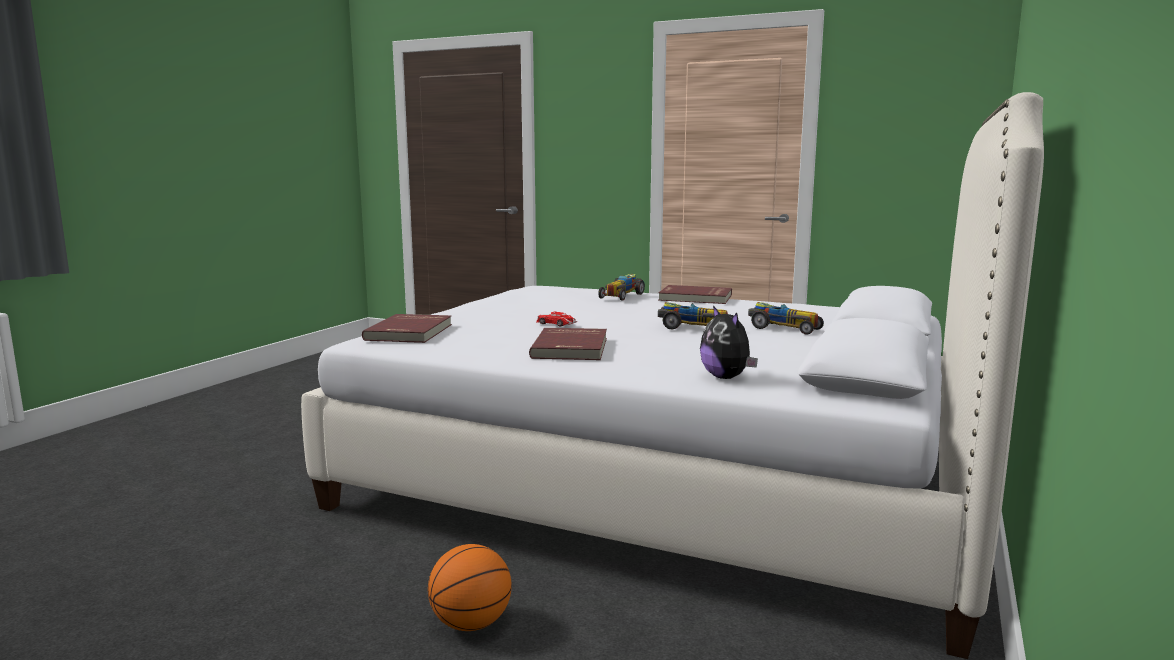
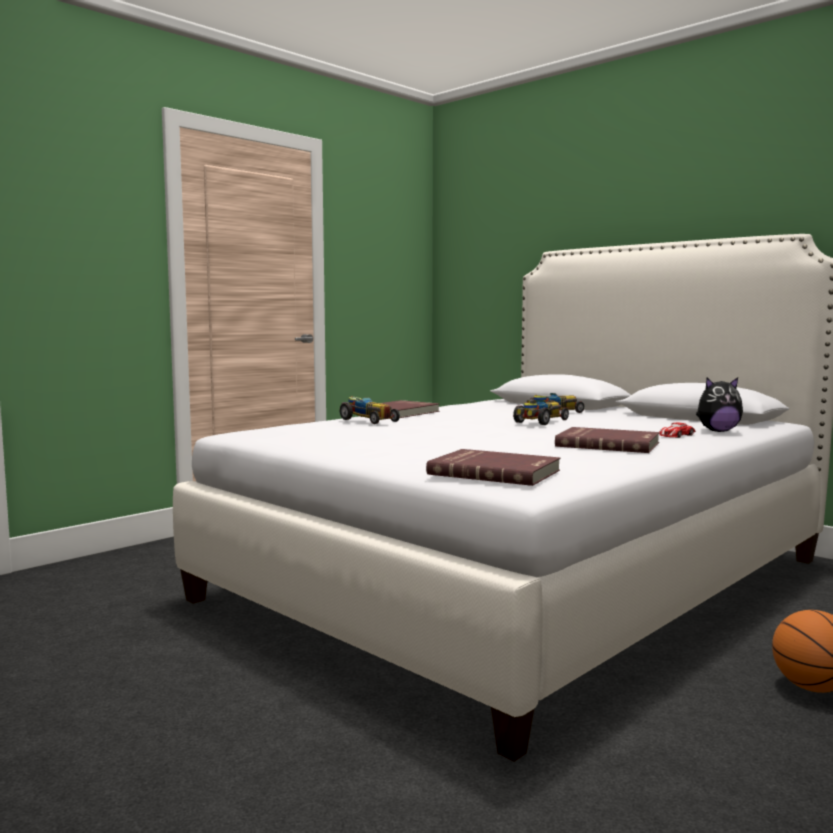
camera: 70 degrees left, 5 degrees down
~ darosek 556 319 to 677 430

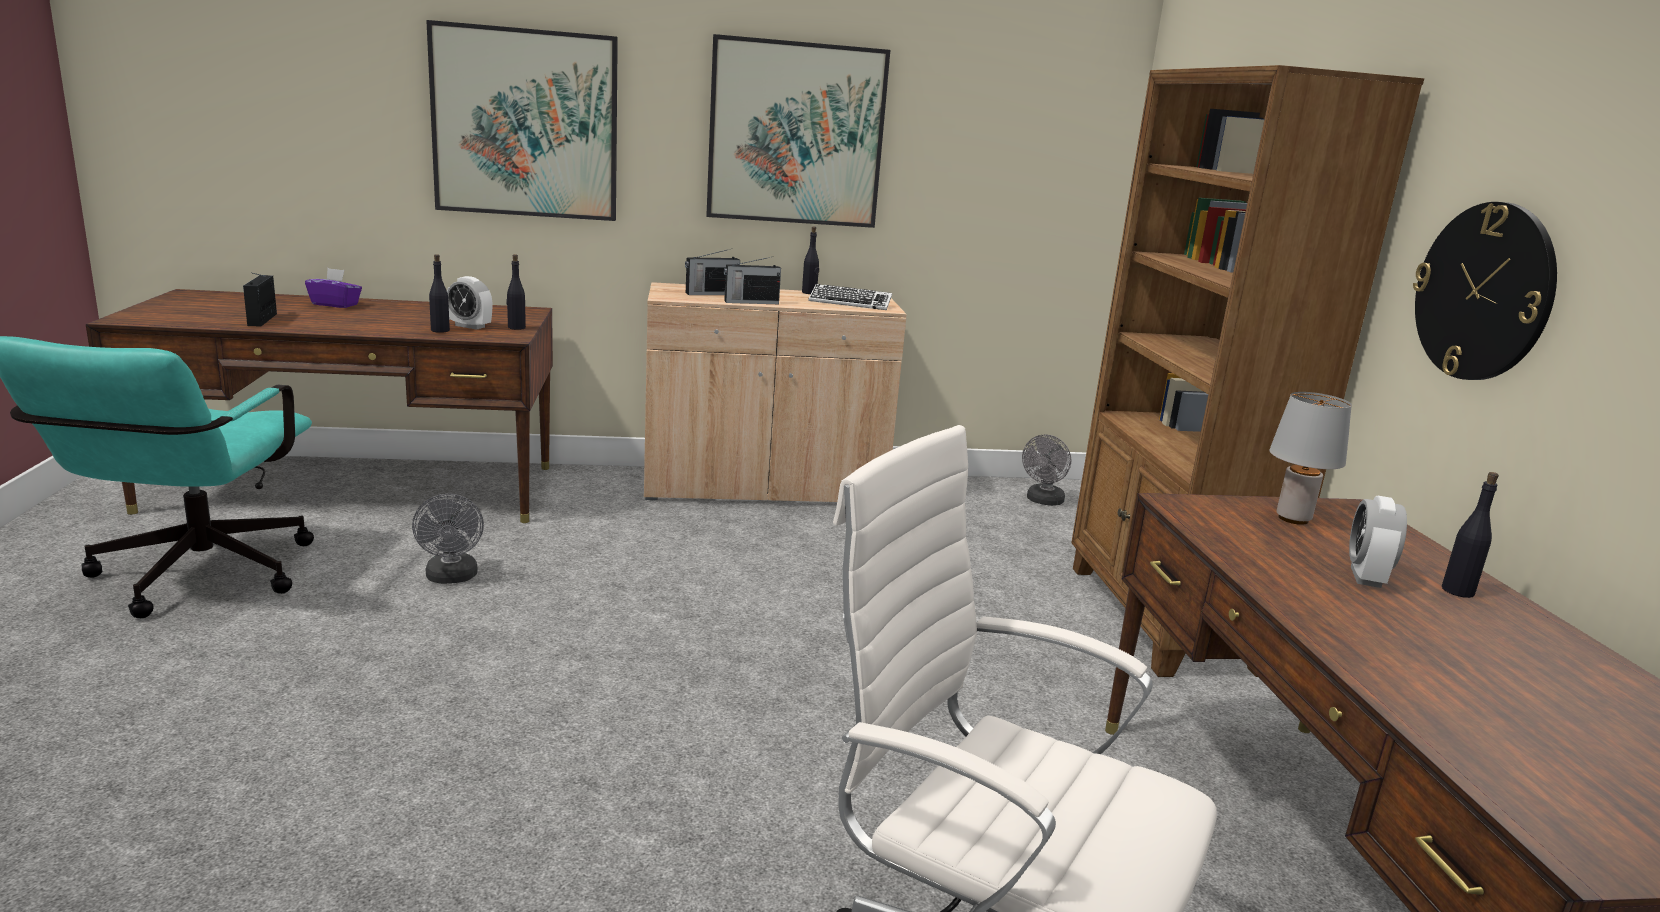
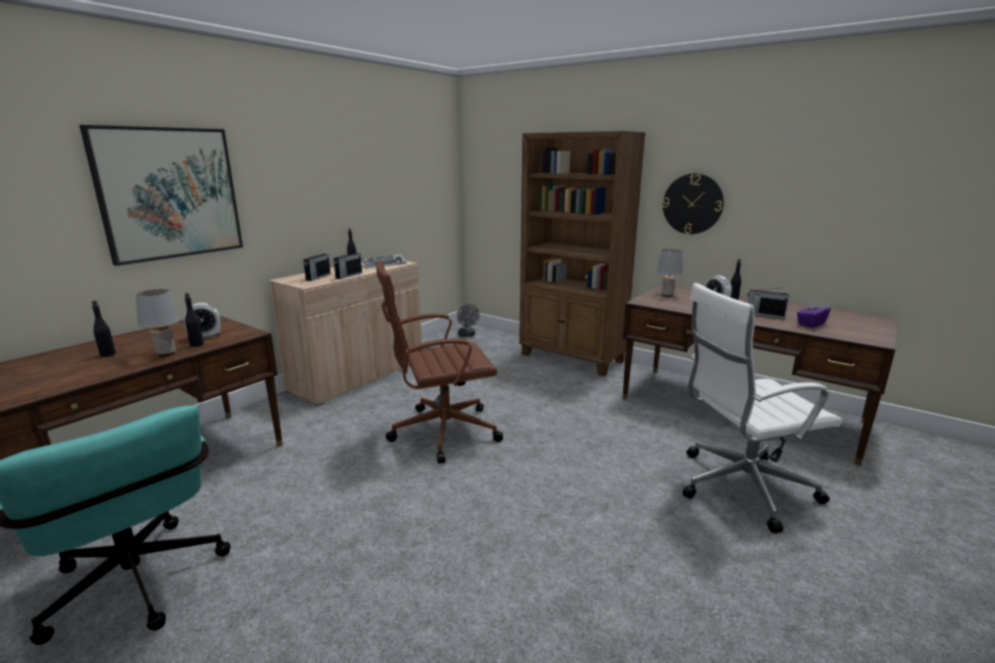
camera: 45 degrees left, 0 degrees up
~ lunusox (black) 516 292 to 104 329
+ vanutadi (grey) 158 322
+ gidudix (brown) 439 362
~ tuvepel 260 299 to 768 303
~ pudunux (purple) 333 288 to 814 314
- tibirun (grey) 448 539
- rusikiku 798 131

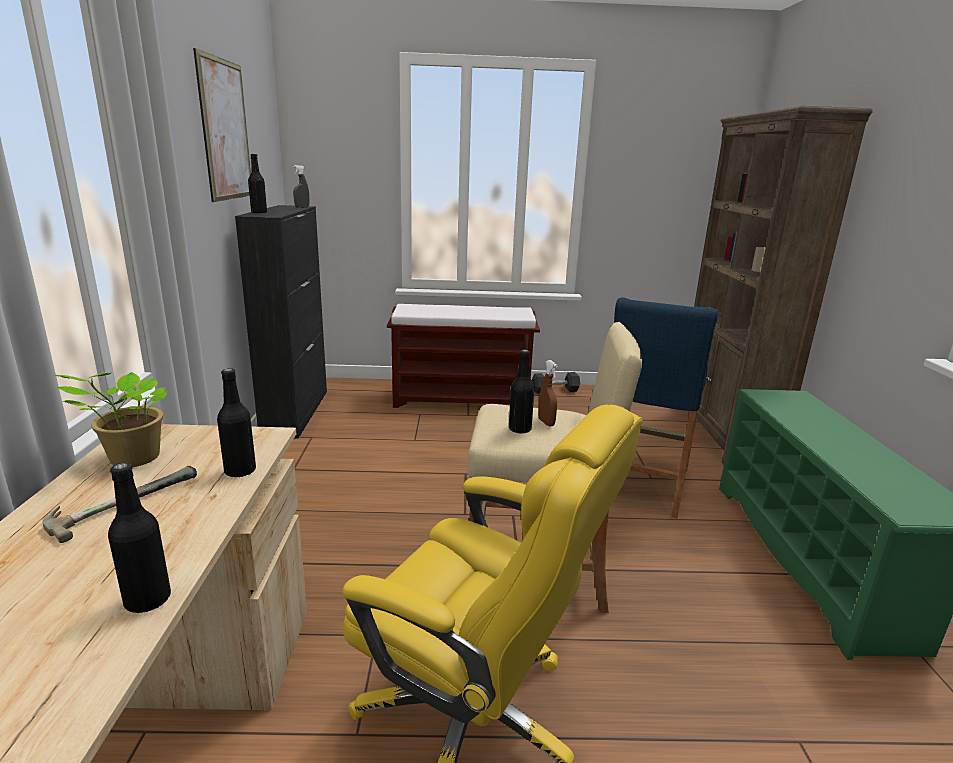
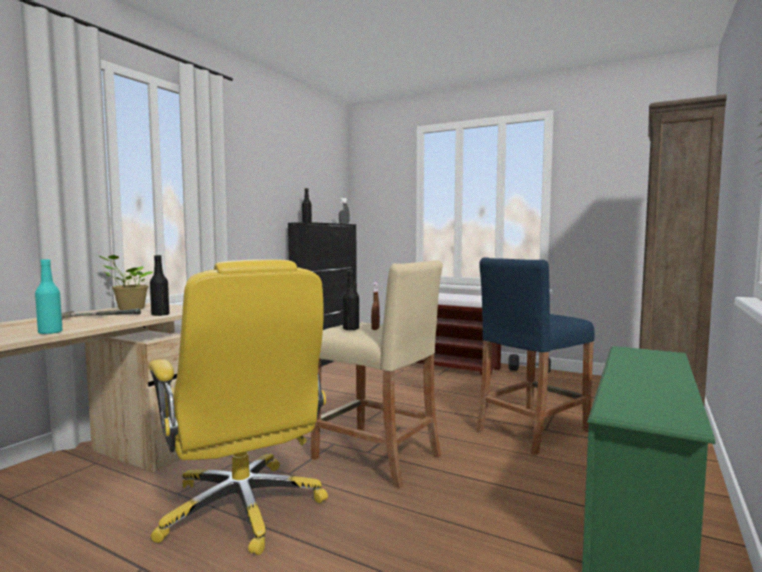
camera: 30 degrees right, 15 degrees down
~ lunusox (black) 139 538 to lunusox (turquoise) 49 296
- rusikiku 222 125

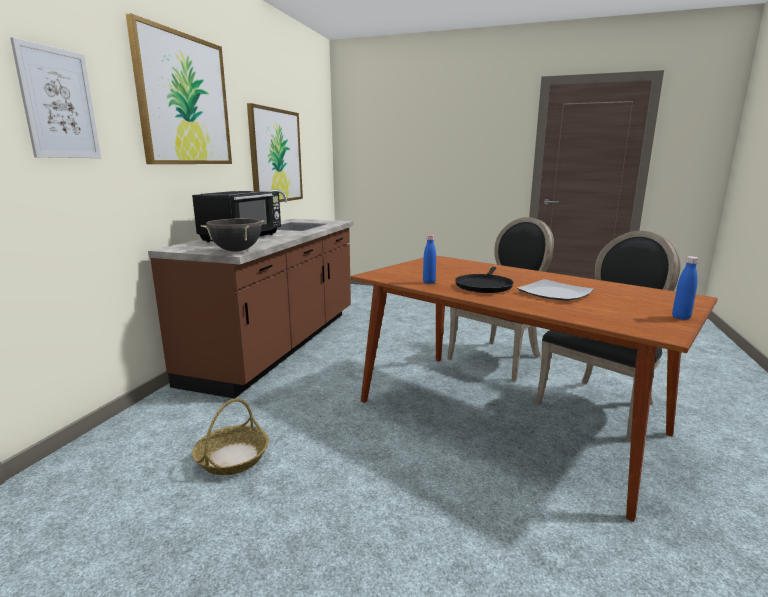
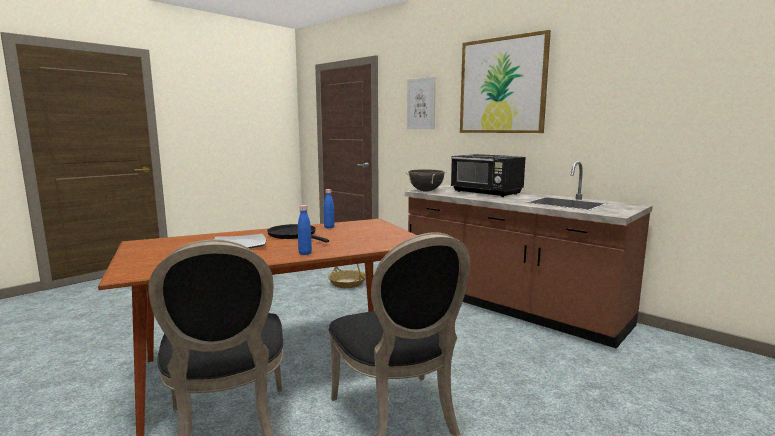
camera: 115 degrees right, 5 degrees down
~ lunusox (blue) 685 288 to 305 230
- rusikiku 275 152

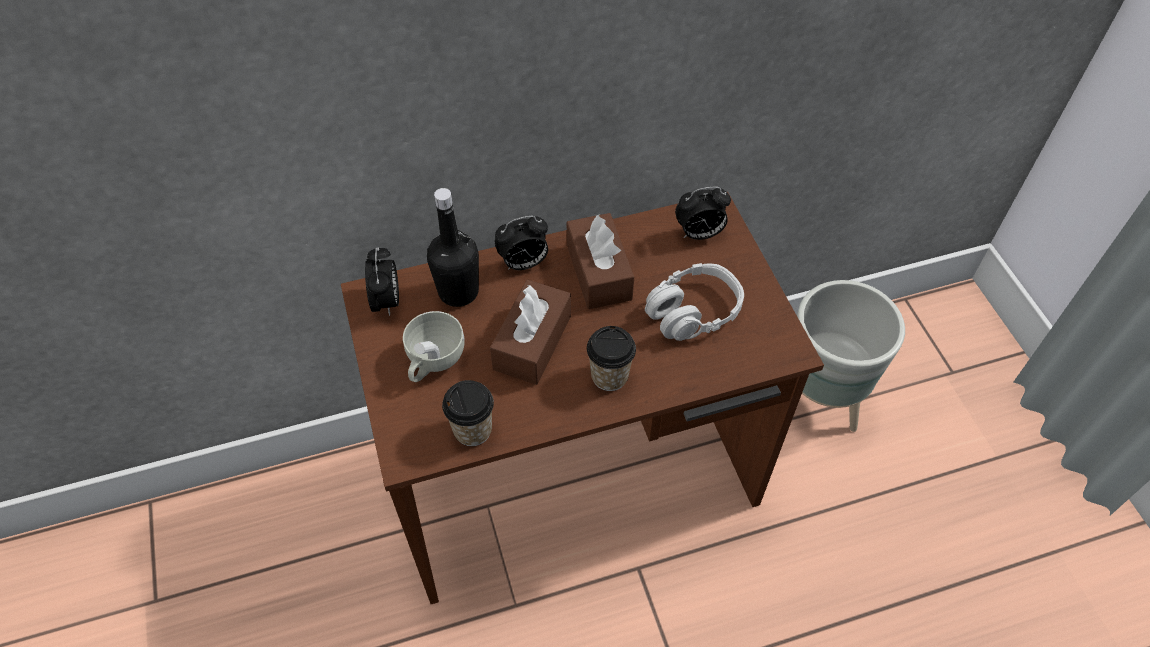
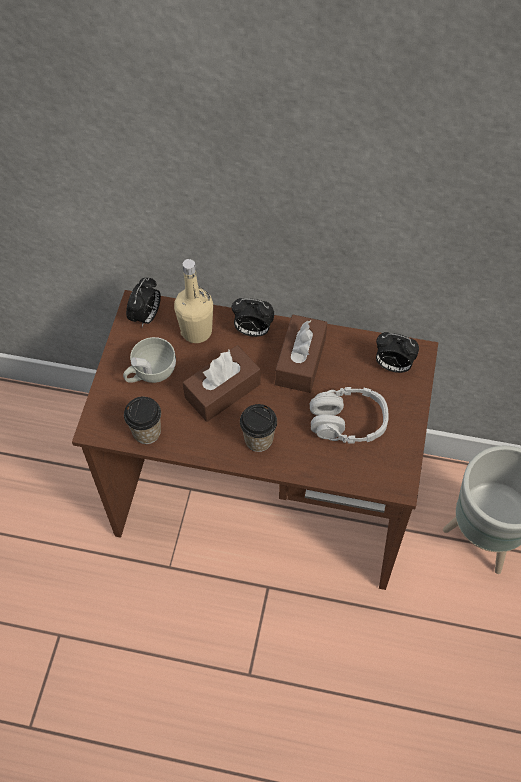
camera: 30 degrees right, 5 degrees up
~ lunusox (black) 453 247 to lunusox (beige) 193 301

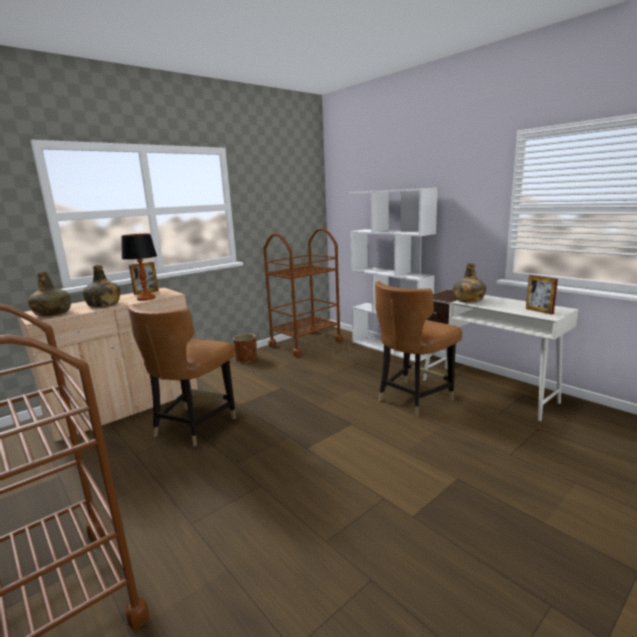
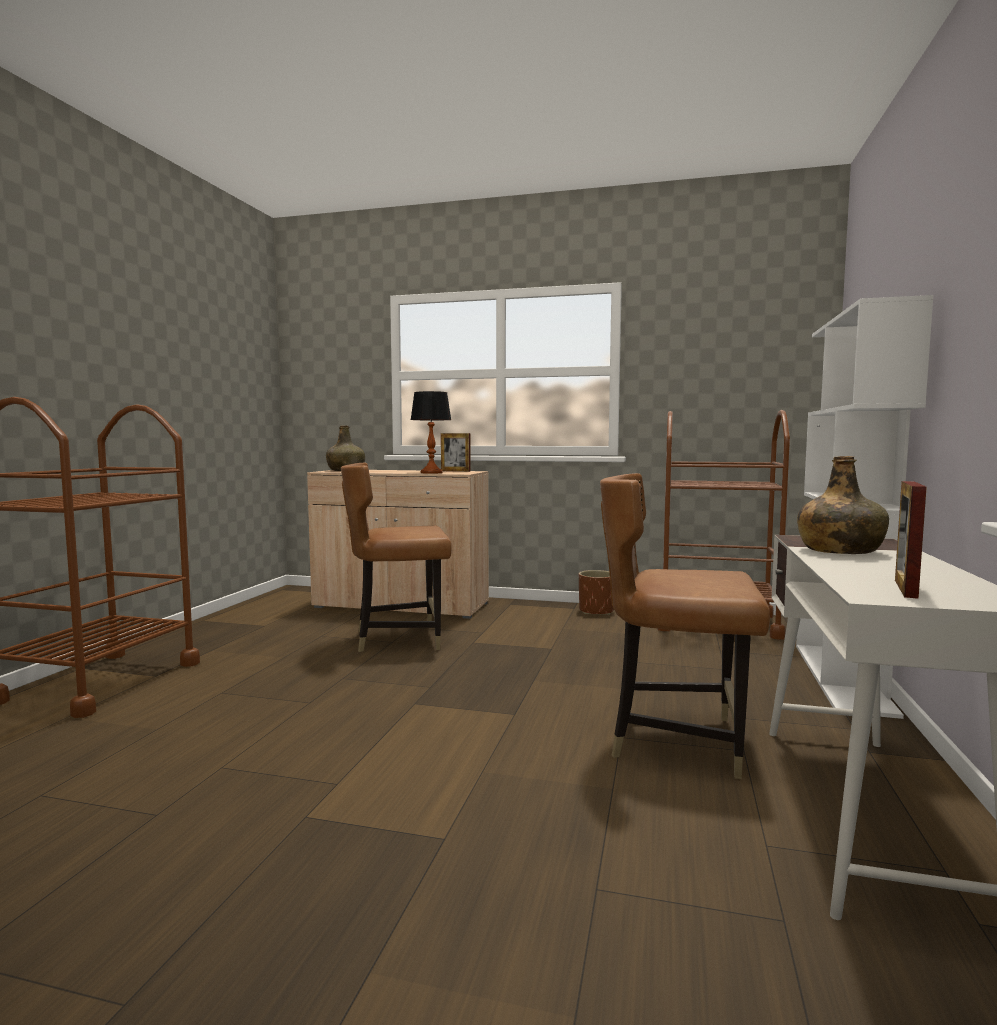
camera: 55 degrees right, 10 degrees down
- lunusox (green) 101 286

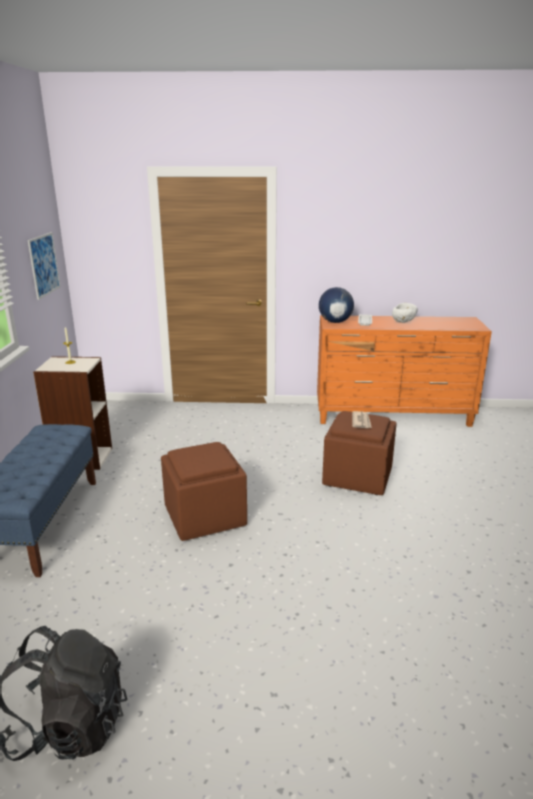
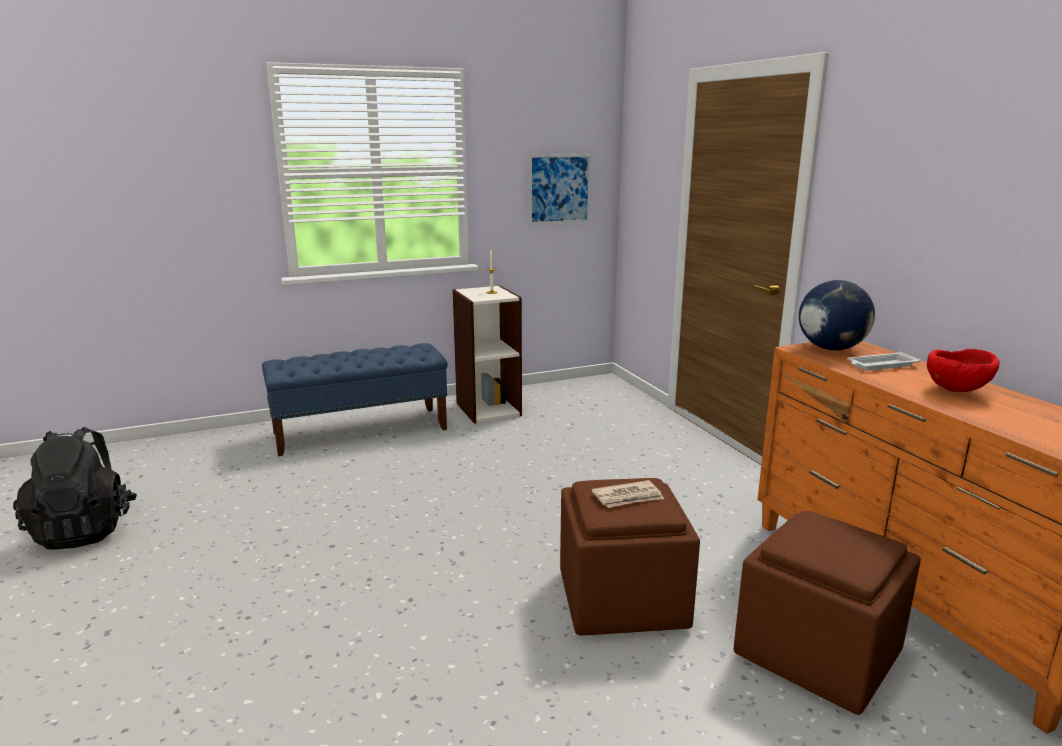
camera: 65 degrees right, 5 degrees down
~ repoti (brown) 204 491 to 827 613
~ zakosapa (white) 405 313 to zakosapa (red) 963 370

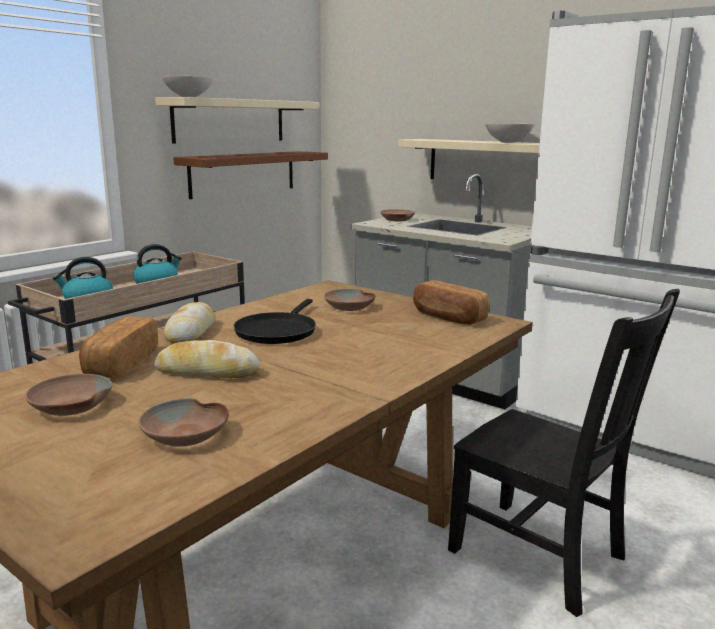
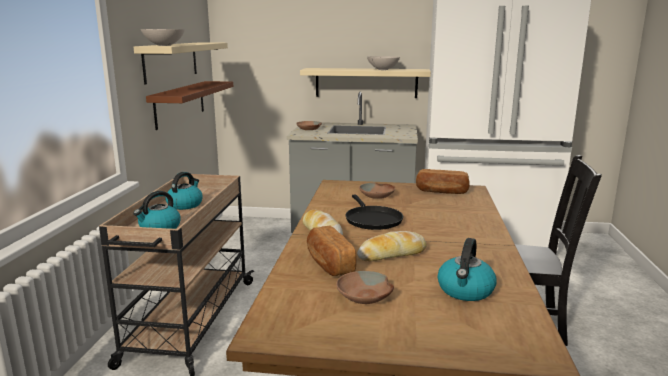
camera: 30 degrees left, 0 degrees up
~ zakosapa (brown) 183 422 to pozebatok 467 269

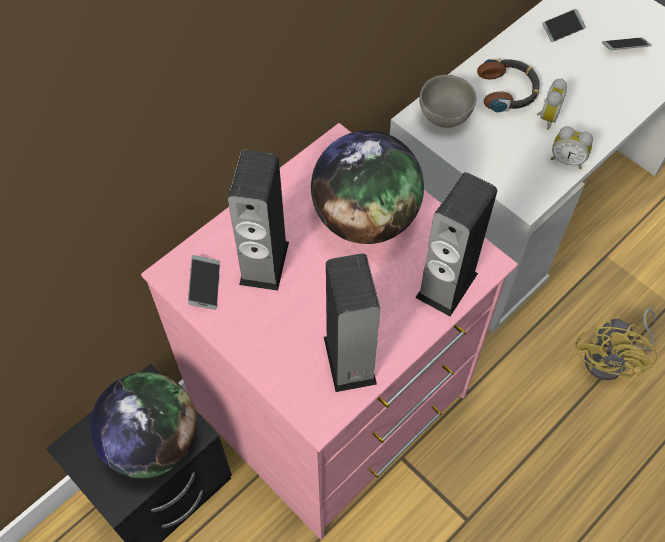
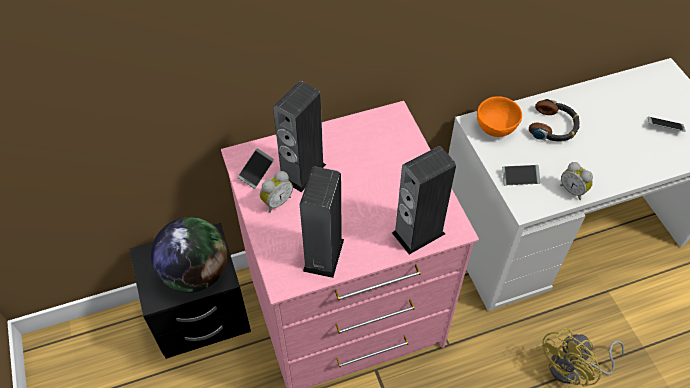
camera: 25 degrees right, 5 degrees down
~ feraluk 552 104 to 276 192
~ zakosapa (grey) 448 101 to zakosapa (orange) 499 116
~ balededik 564 25 to 521 175
- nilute 367 187

